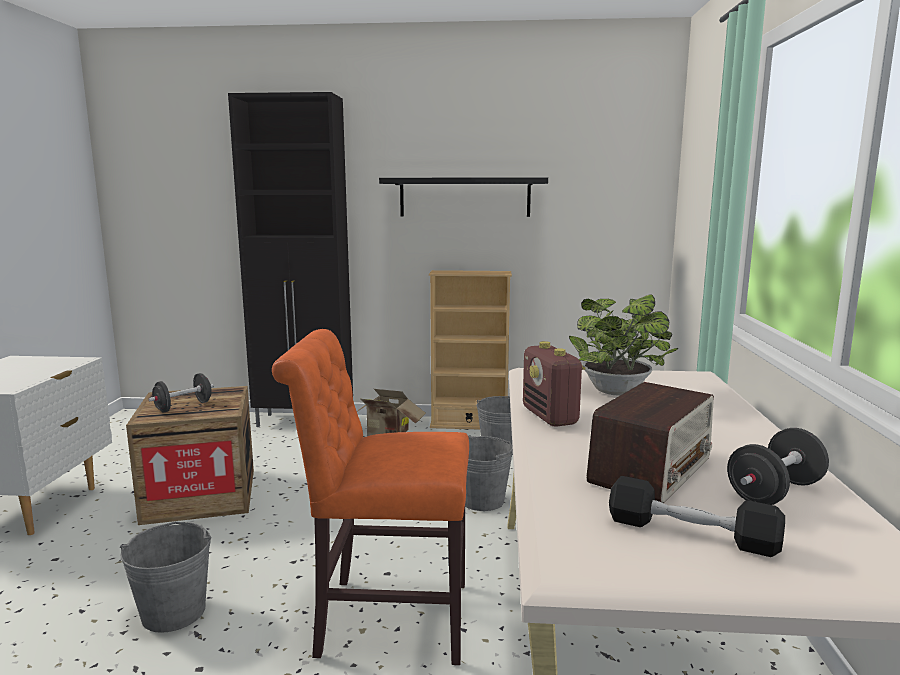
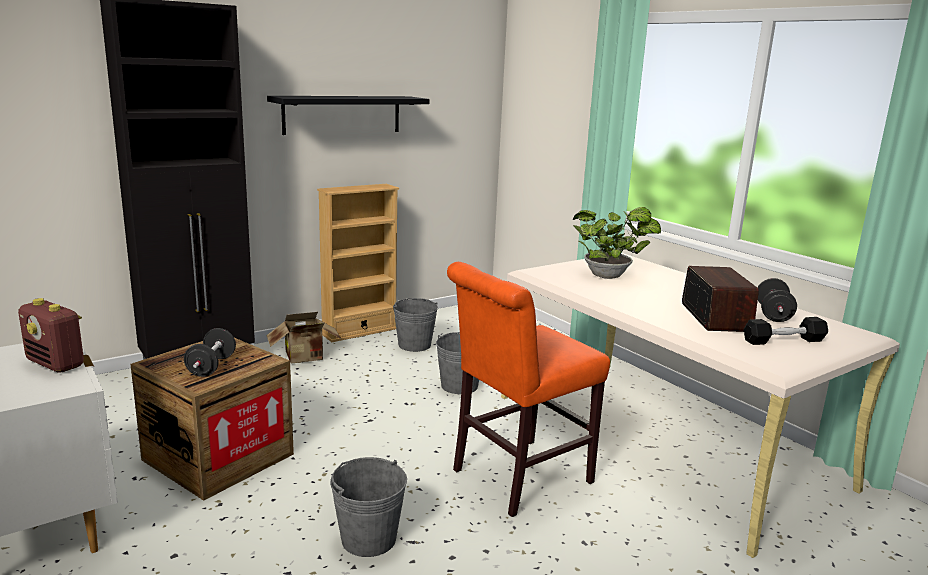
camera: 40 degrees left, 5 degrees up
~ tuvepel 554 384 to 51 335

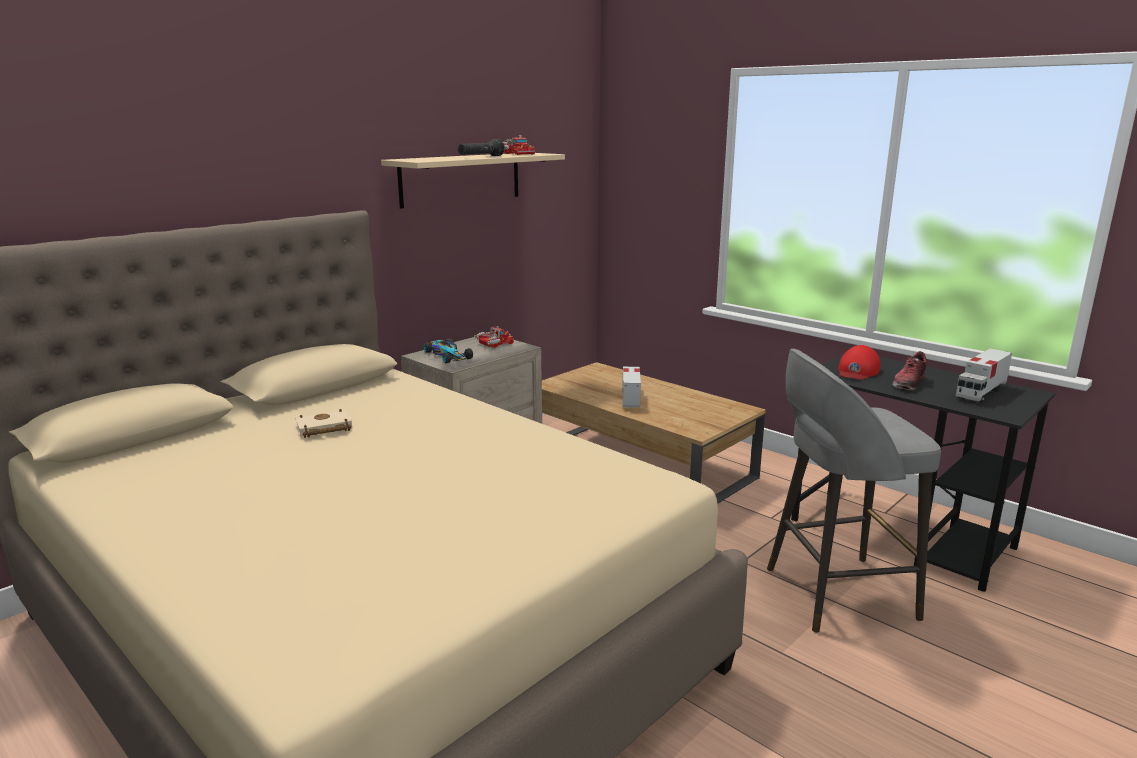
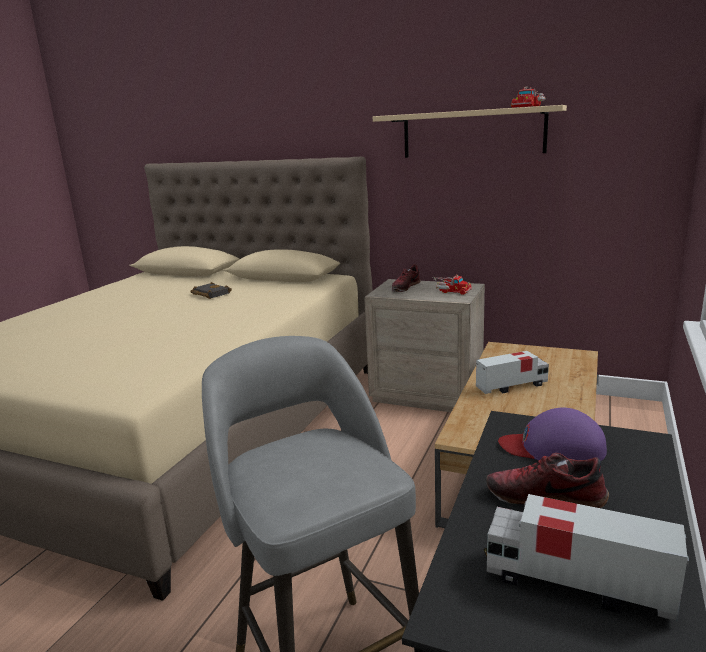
camera: 70 degrees right, 0 degrees up
~ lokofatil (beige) 323 423 to lokofatil (black) 211 290
~ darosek 448 351 to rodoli 406 278
~ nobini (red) 859 362 to nobini (purple) 552 434
- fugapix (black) 481 147

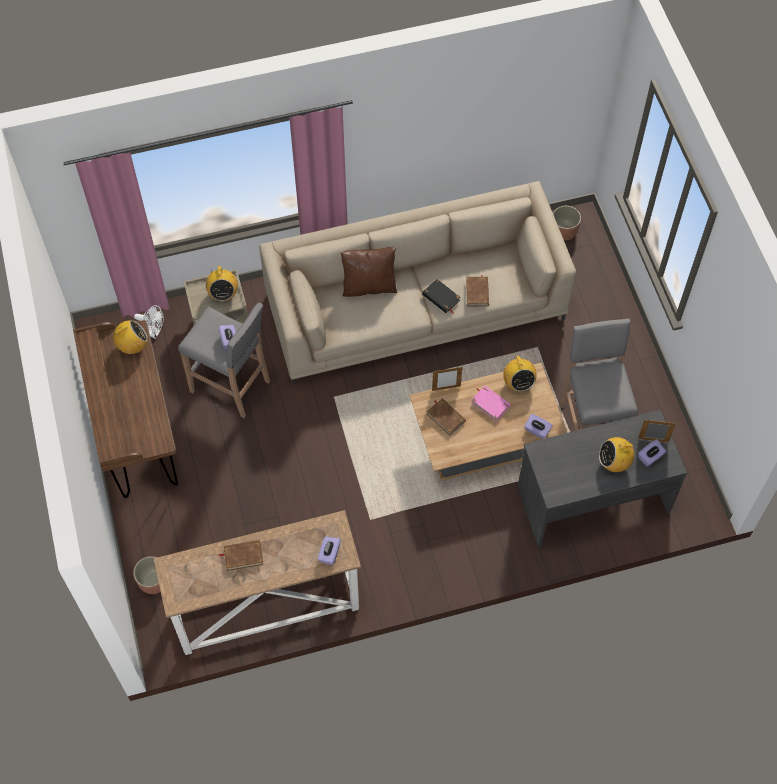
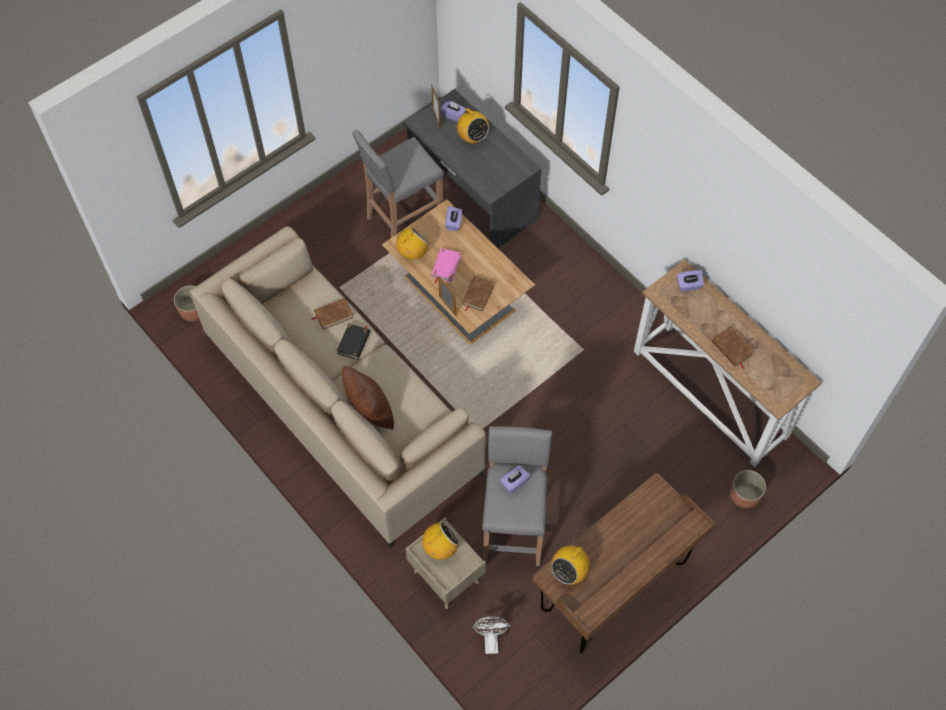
camera: 115 degrees left, 0 degrees up
~ tuvepel 130 337 = 570 561 90 degrees counterclockwise

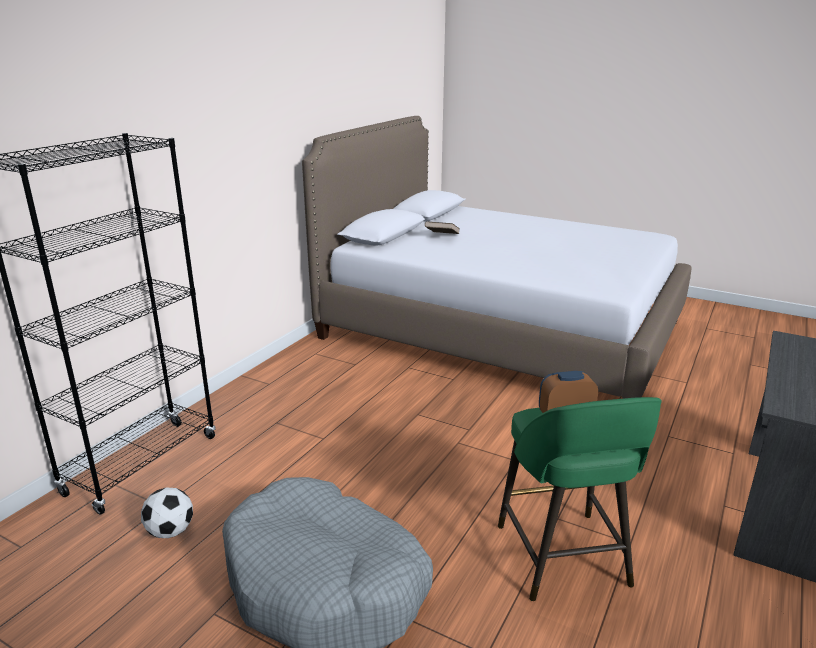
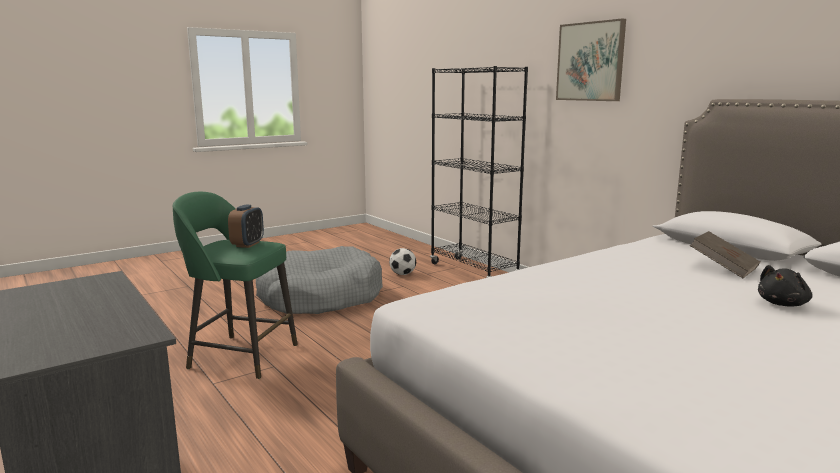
camera: 115 degrees right, 10 degrees down
+ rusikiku 591 59
+ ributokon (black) 785 285

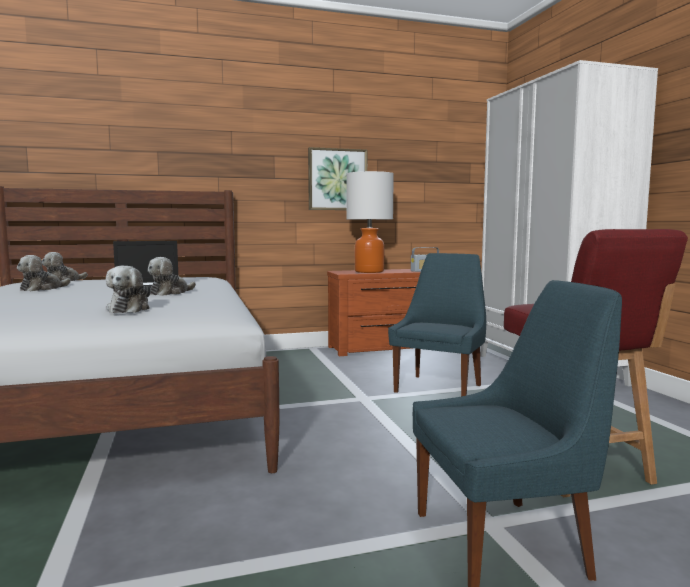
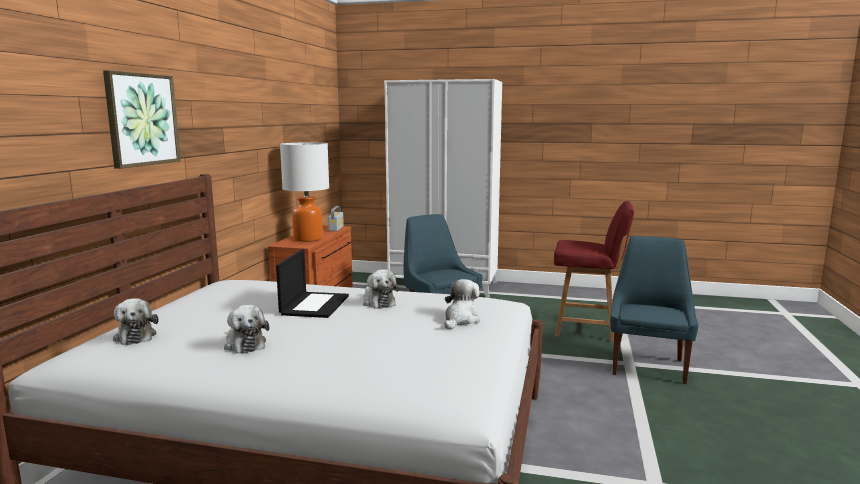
camera: 60 degrees left, 5 degrees up
~ rusikiku 337 178 to 142 119
~ ributokon 128 289 = 462 304 90 degrees counterclockwise

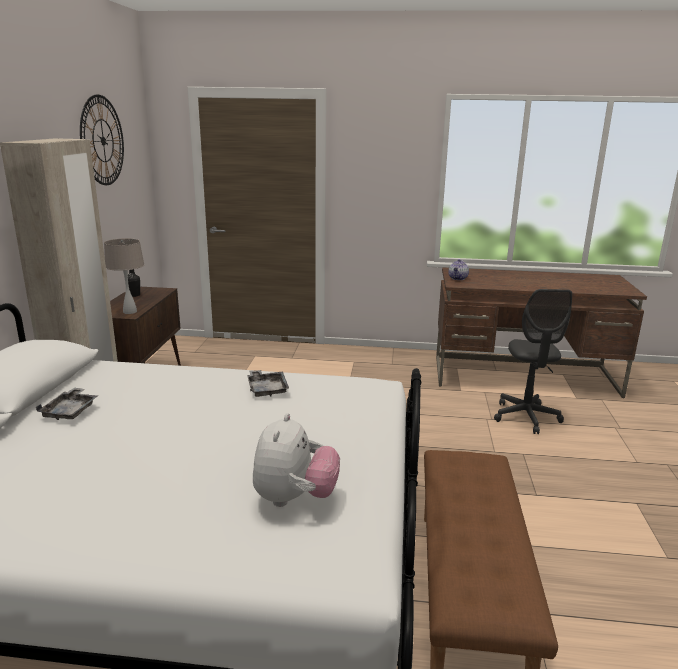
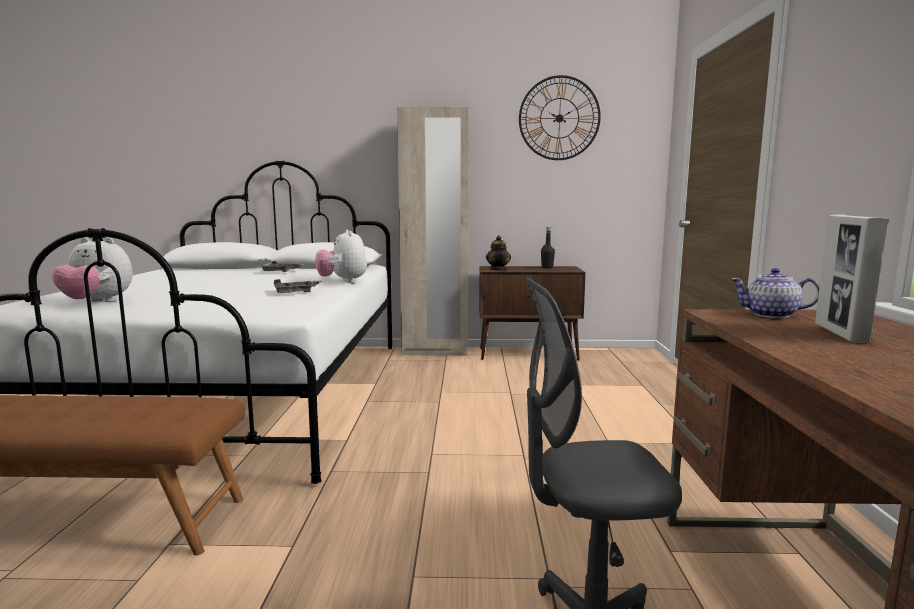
camera: 85 degrees right, 10 degrees down
+ ributokon 341 256
~ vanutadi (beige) 124 276 to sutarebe 498 253
+ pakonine 852 278

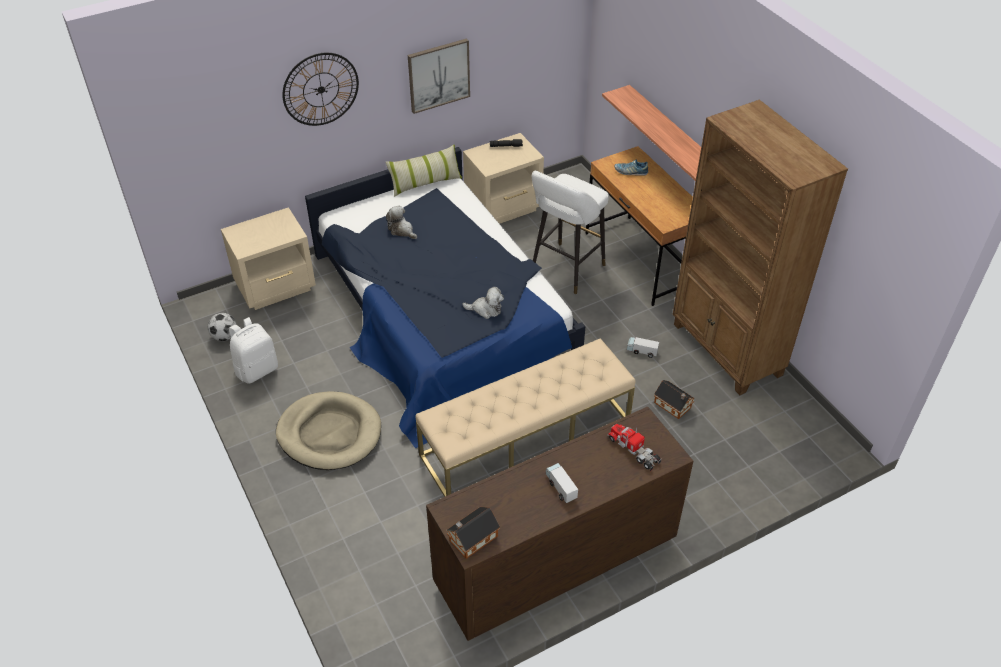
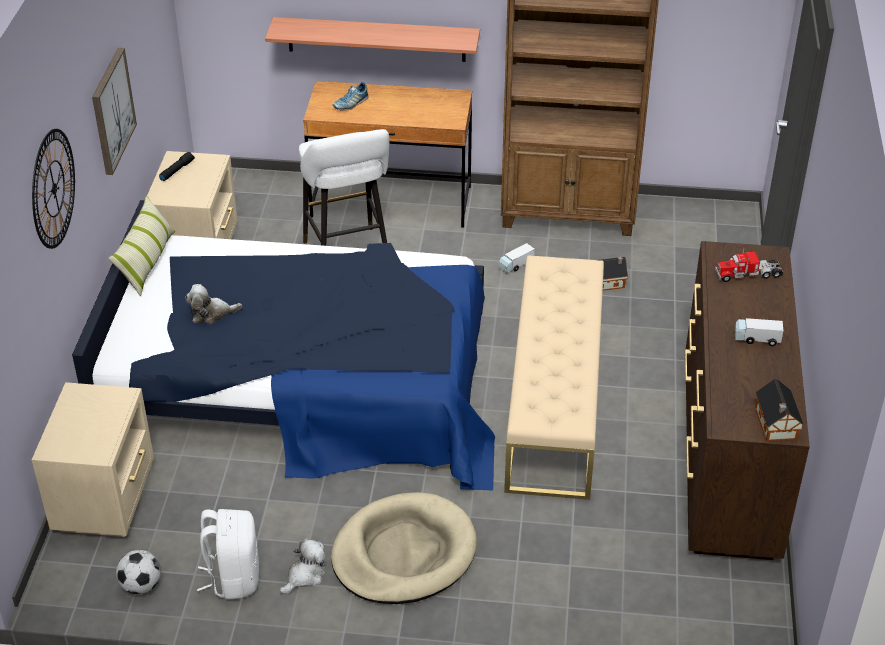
camera: 55 degrees left, 5 degrees down
~ ributokon 483 303 to 303 566

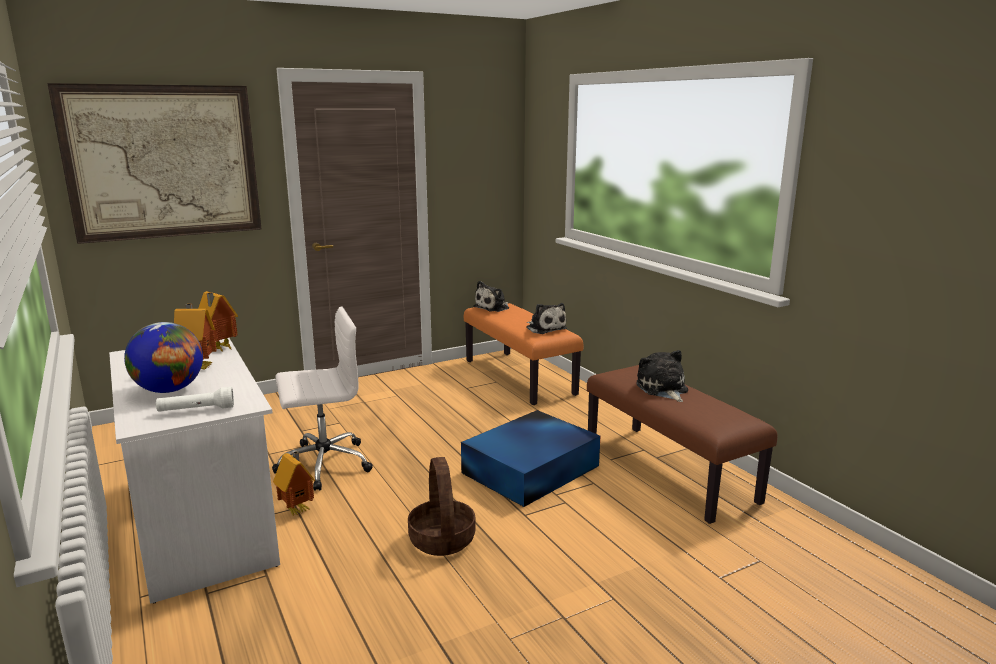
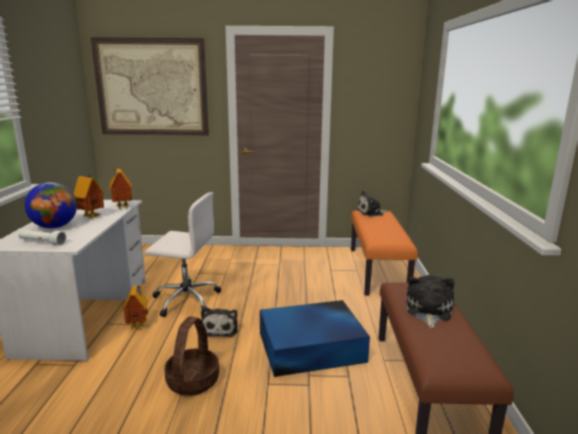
camera: 30 degrees right, 0 degrees up
~ ributokon 546 318 to 219 322

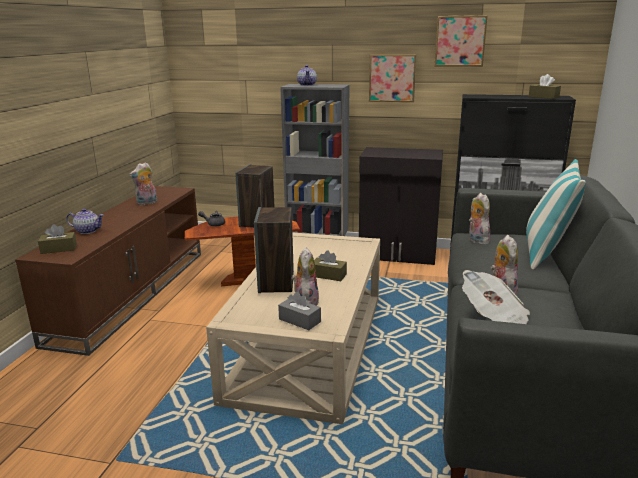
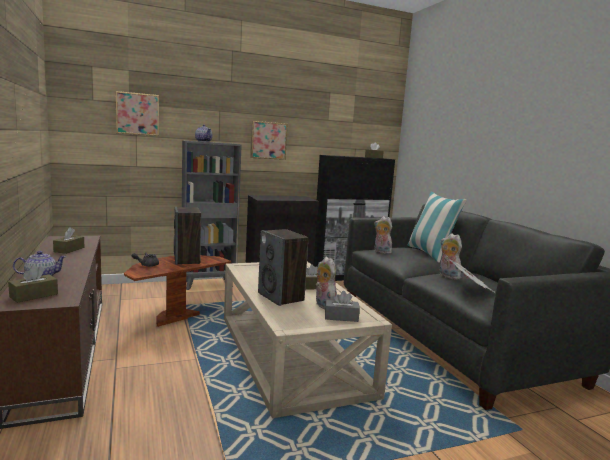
camera: 35 degrees left, 10 degrees down
~ ributokon 143 183 to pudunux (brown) 68 240
~ rusikiku 461 41 to 137 113

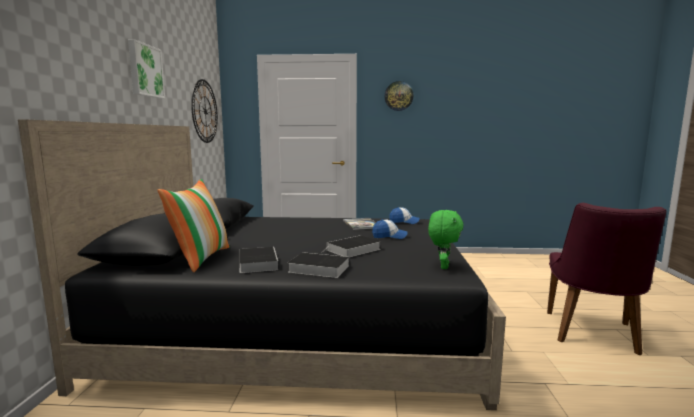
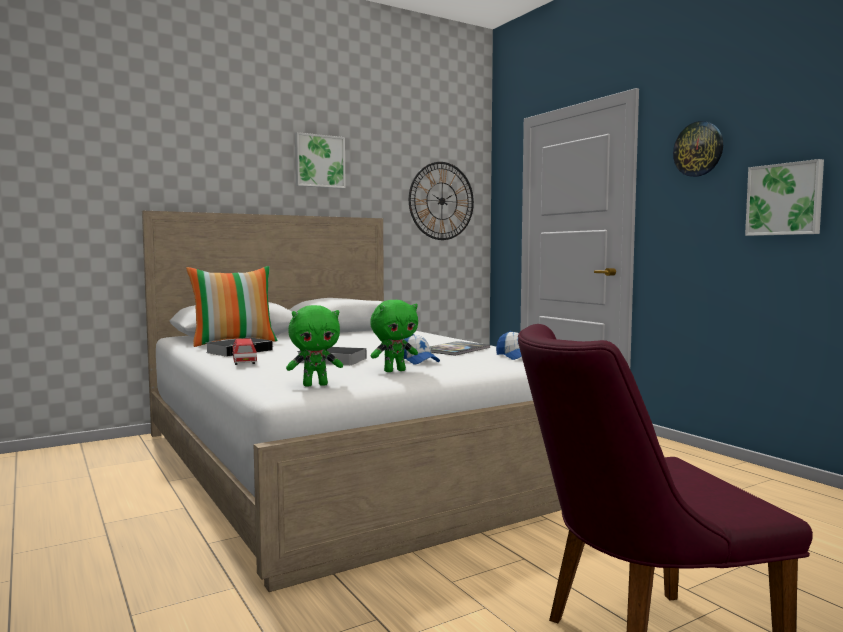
camera: 55 degrees right, 5 degrees down
~ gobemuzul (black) 262 265 to gobemuzul (white) 352 401
~ lokofatil 318 265 to darosek 244 351
+ ributokon (green) 394 336
+ rusikiku 784 197

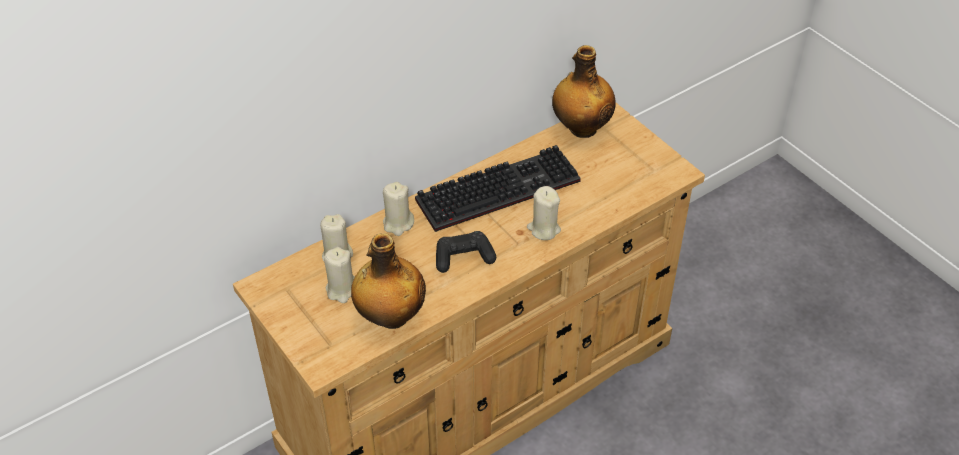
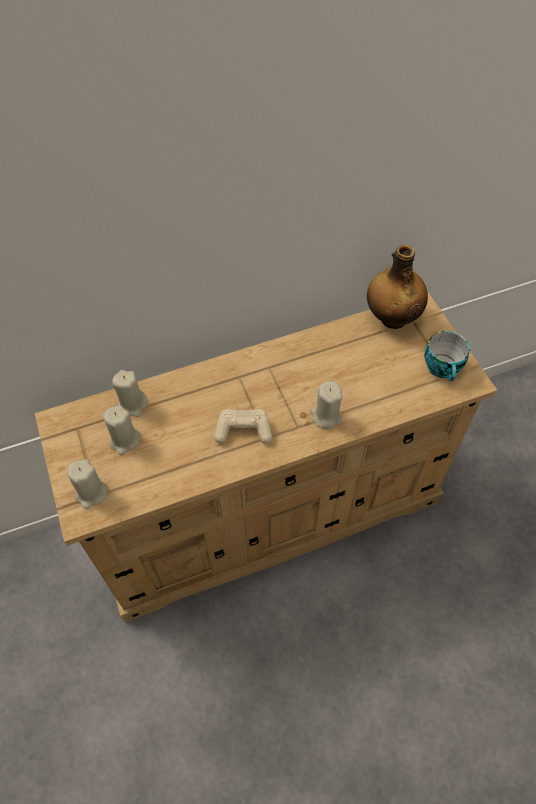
camera: 15 degrees right, 10 degrees up
~ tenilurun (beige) 398 209 to 88 484
~ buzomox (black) 466 252 to buzomox (beige) 243 426
+ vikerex 447 356
- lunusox 388 281
- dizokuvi 498 188

